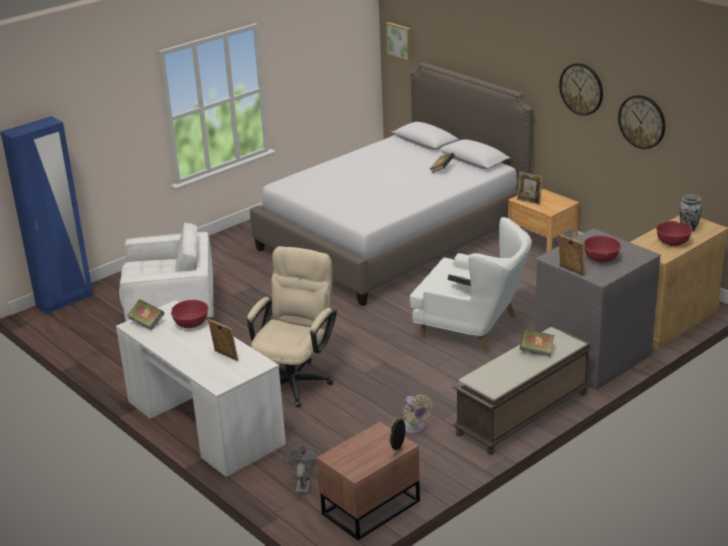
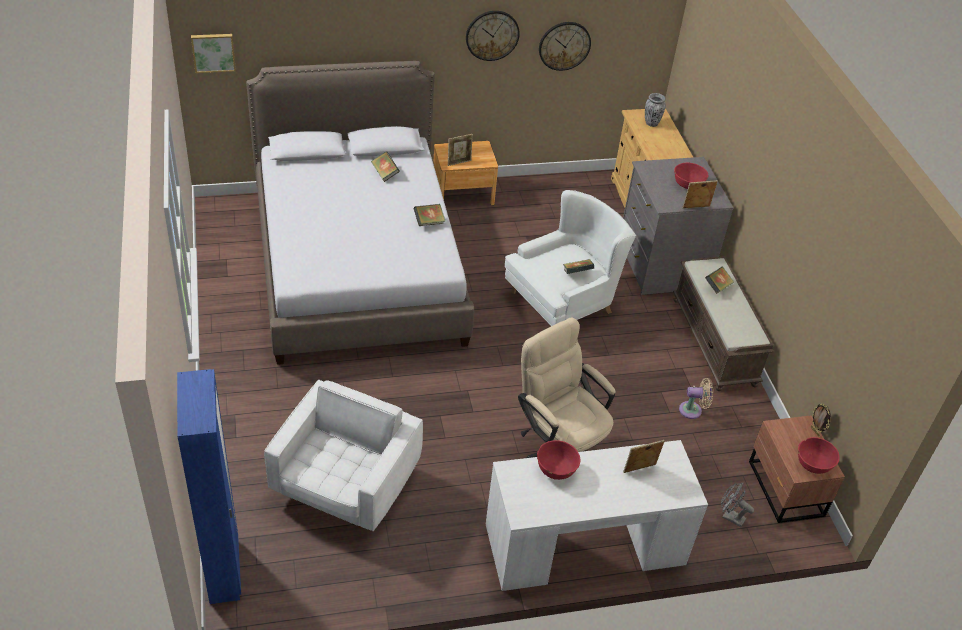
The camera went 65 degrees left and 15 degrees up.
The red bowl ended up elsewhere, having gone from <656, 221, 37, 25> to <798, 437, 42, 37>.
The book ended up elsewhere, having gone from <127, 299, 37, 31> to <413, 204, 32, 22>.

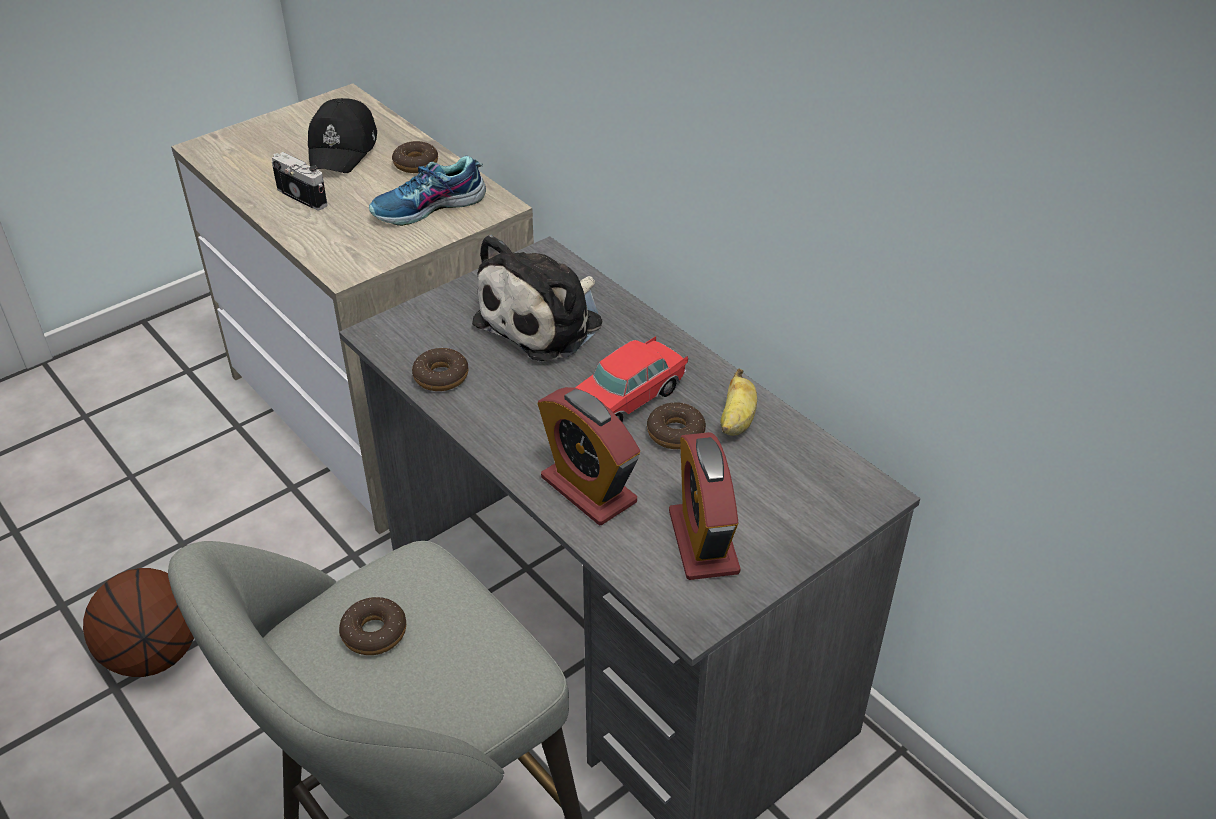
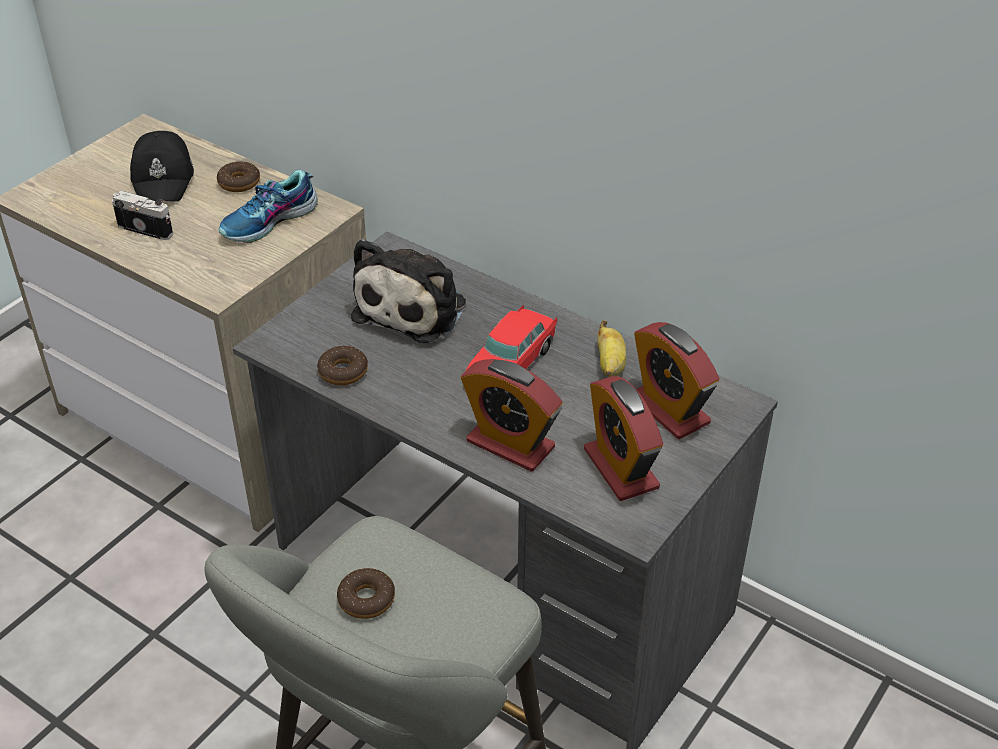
The camera went 15 degrees left and 0 degrees up.
The second view lost the donut at <647, 402, 59, 47>.
The second view lost the basketball at <83, 568, 111, 109>.
The second view gained the alarm clock at <634, 322, 86, 117>.

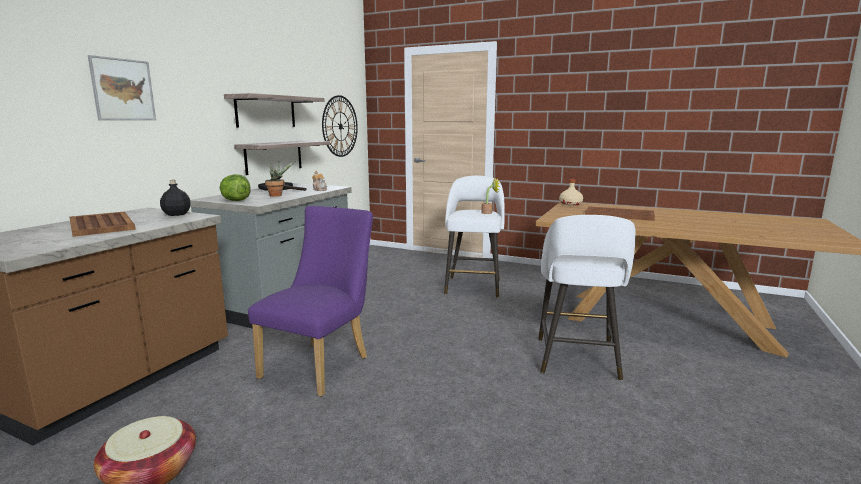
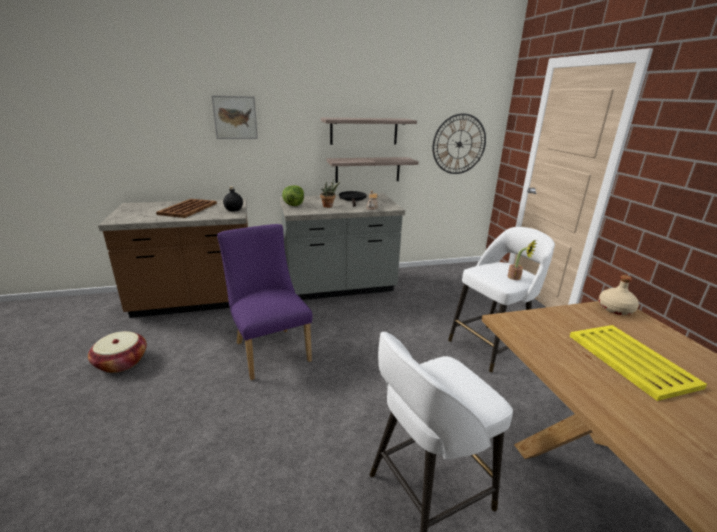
The camera went 50 degrees right and 10 degrees up.
The purple chair at <248, 206, 125, 191> ended up facing another way, 105 degrees counterclockwise from before.
What was the brown tray at <585, 207, 70, 14> turned into the yellow tray at <570, 325, 137, 76>.

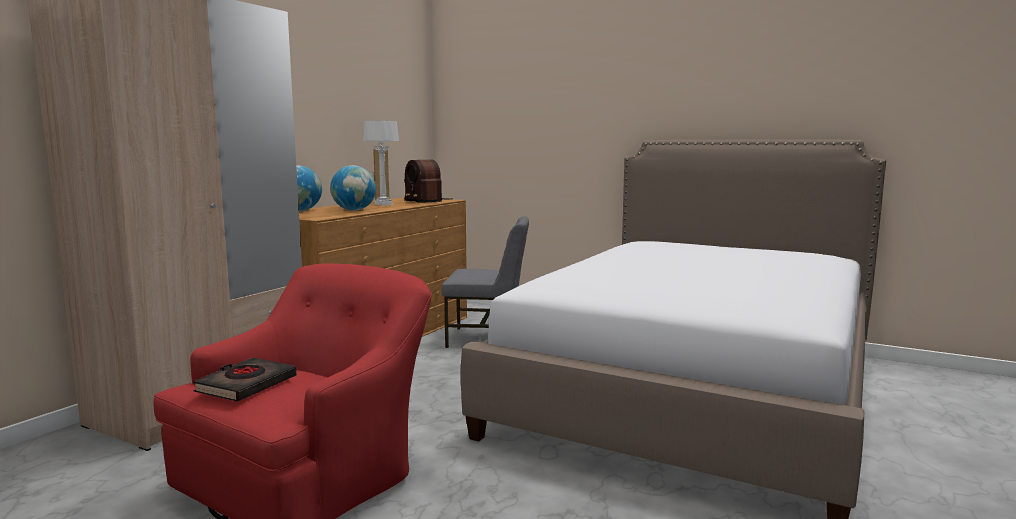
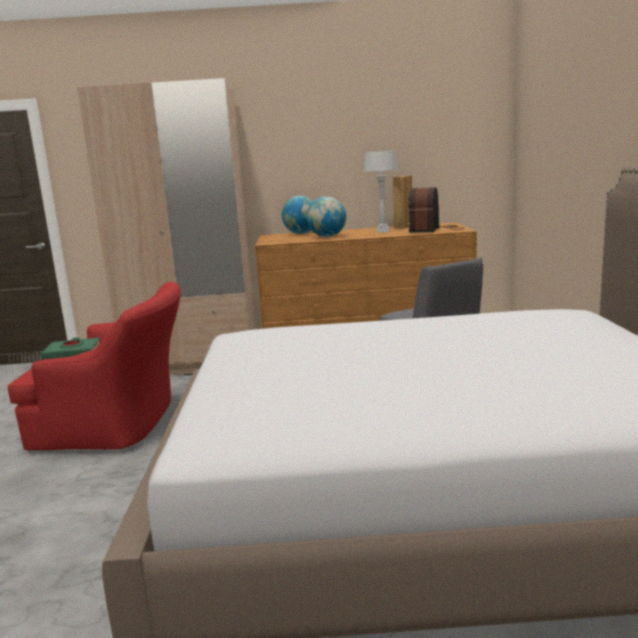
The camera went 60 degrees right and 5 degrees up.
What was the black book at <193, 358, 103, 44> turned into the green book at <41, 337, 59, 22>.

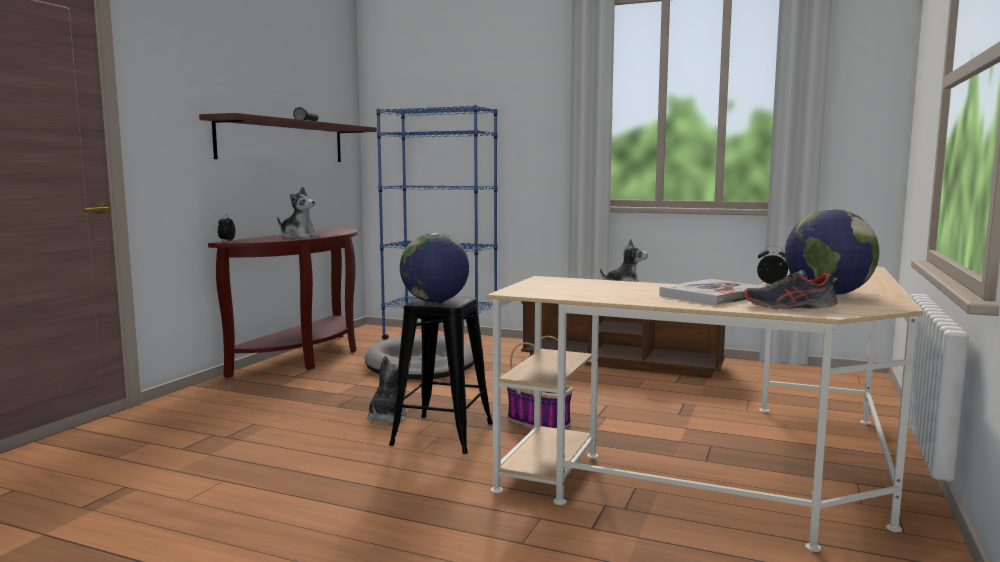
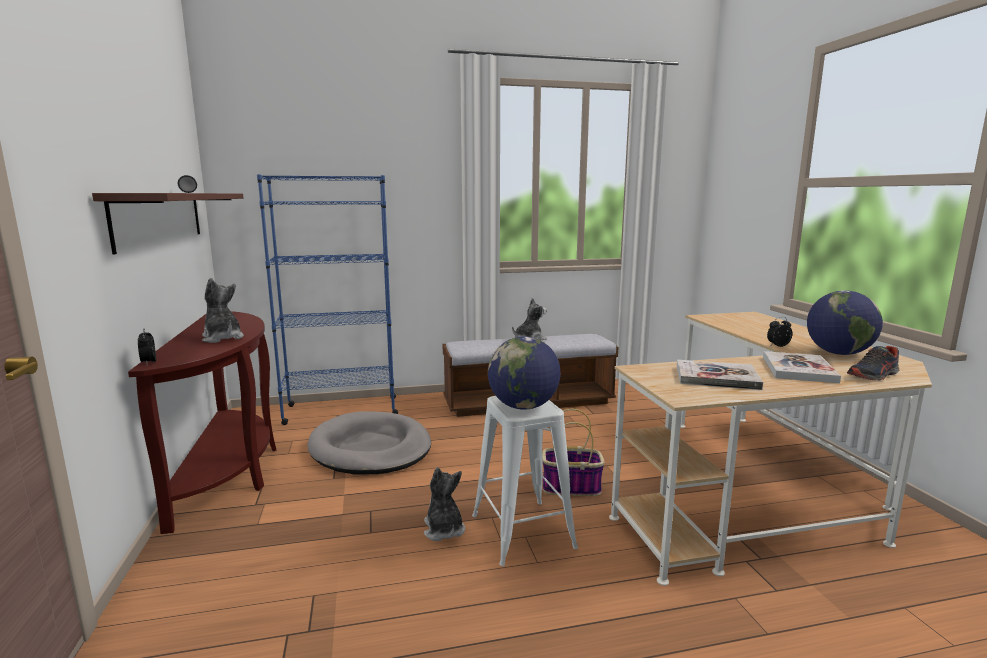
The camera went 35 degrees left and 5 degrees up.
The plush toy at <277, 187, 43, 51> ended up facing another way, 120 degrees counterclockwise from before.
What was the black stool at <389, 297, 104, 157> turned into the white stool at <472, 396, 106, 170>.
The second view gained the book at <677, 360, 86, 30>.

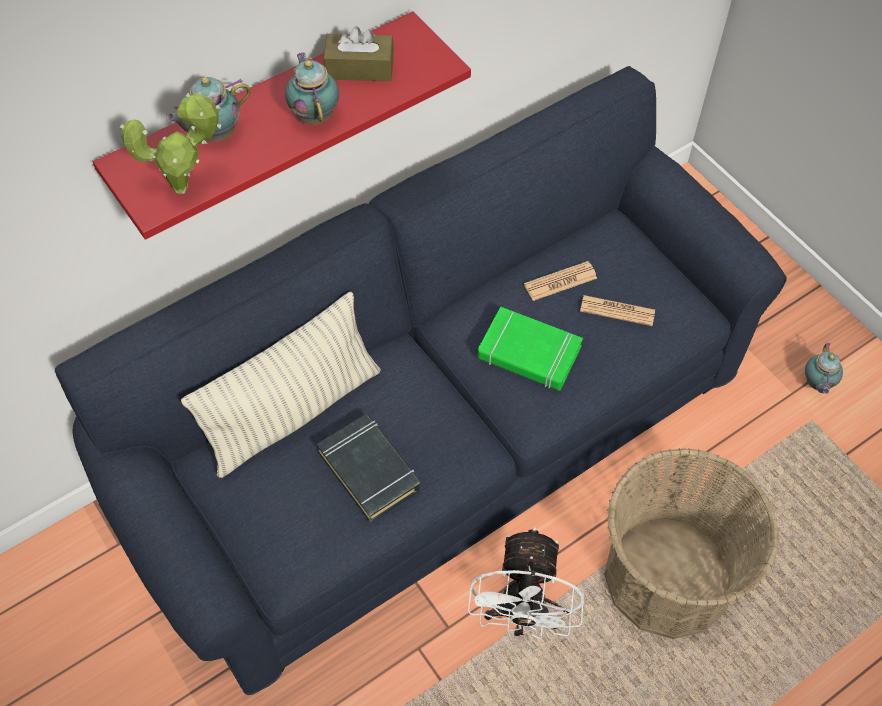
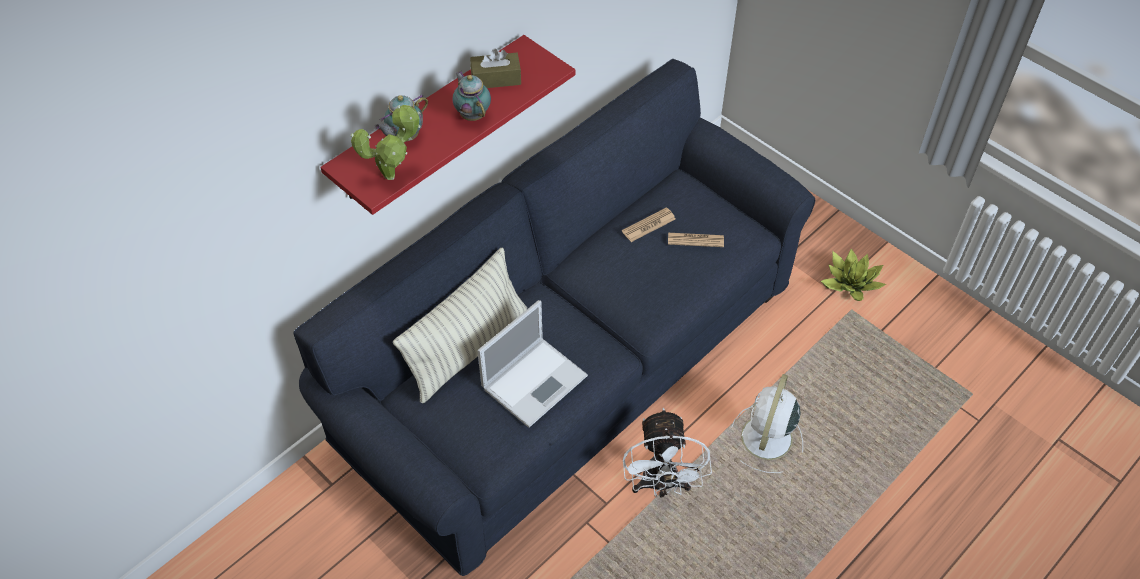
The camera went 10 degrees left and 5 degrees down.
The second view lost the green book at <478, 307, 105, 84>.
Where the teapot stood at <805, 343, 38, 51>, the potted plant came to stand at <821, 249, 65, 52>.
Where the black book stood at <316, 414, 105, 109>, the laptop came to stand at <477, 300, 111, 128>.
Where the basket stood at <604, 448, 175, 191>, the white fan came to stand at <731, 374, 72, 99>.

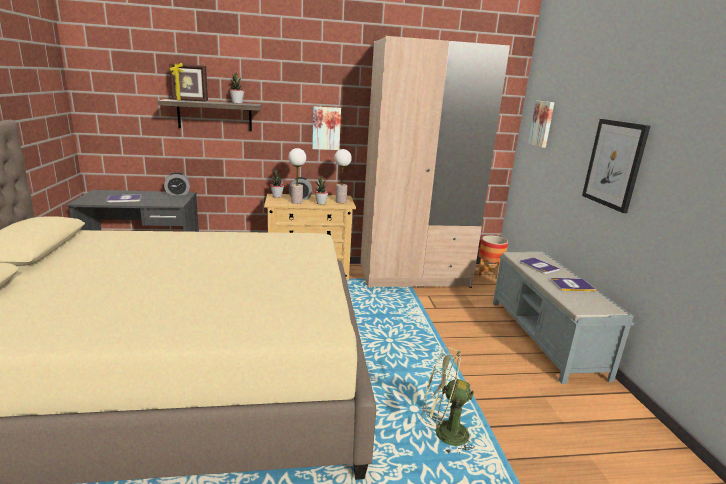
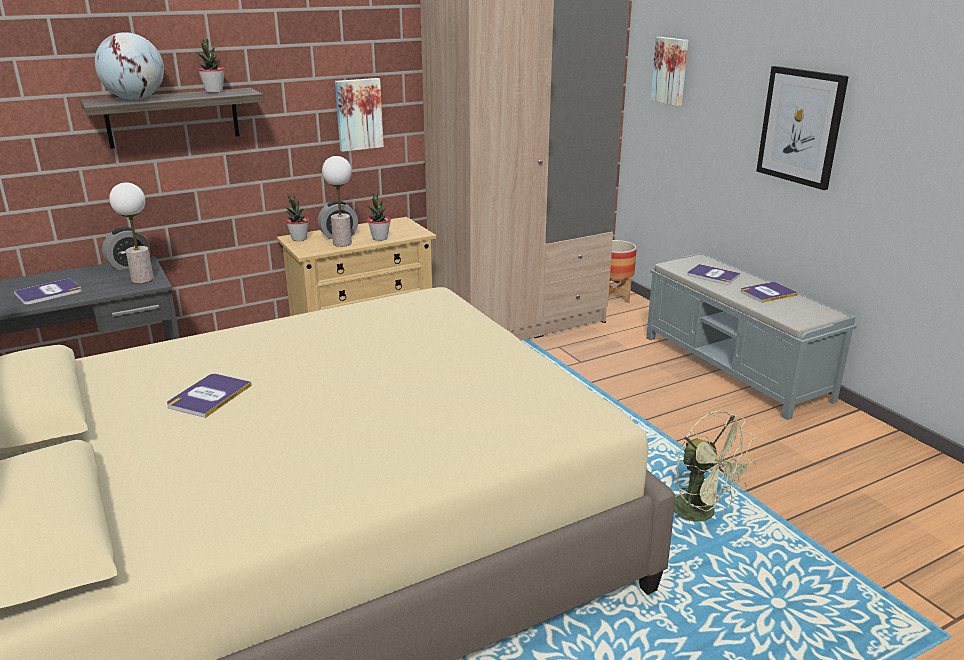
The camera went 20 degrees left and 5 degrees up.
Where the picture frame stood at <169, 63, 39, 39>, the globe came to stand at <95, 32, 69, 68>.
The table lamp ended up elsewhere, having gone from <334, 149, 18, 54> to <109, 182, 45, 101>.
The green fan at <422, 347, 52, 108> ended up facing another way, 120 degrees counterclockwise from before.
The second view gained the book at <167, 374, 85, 44>.

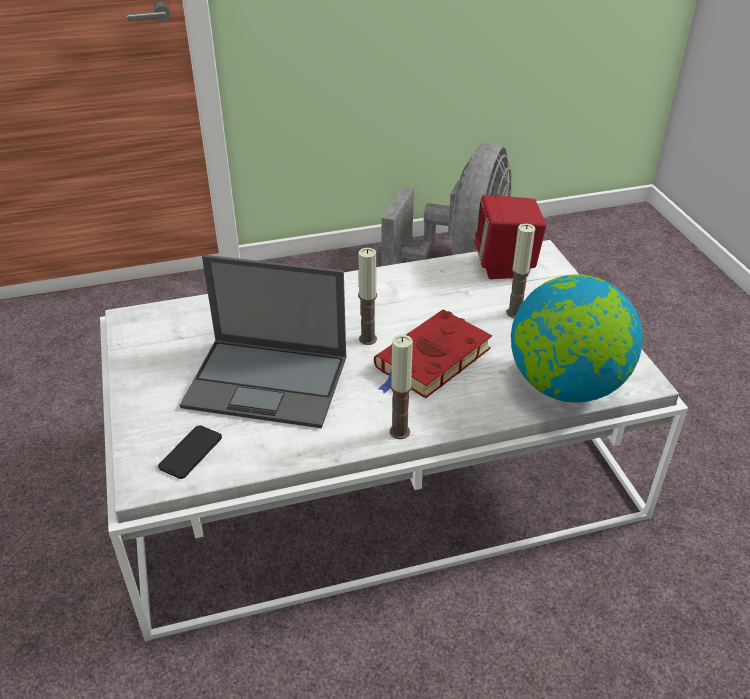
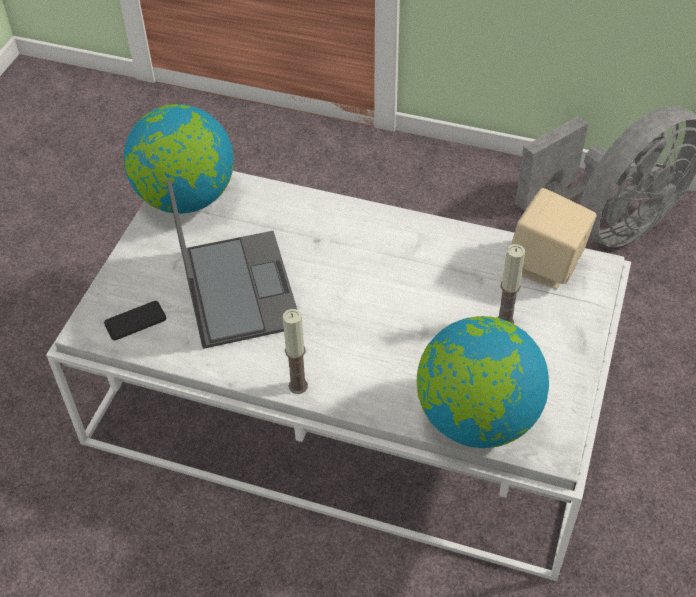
The camera went 35 degrees right and 10 degrees up.
What was the red speaker at <473, 195, 73, 84> turned into the beige speaker at <511, 188, 85, 101>.
The second view lost the candle at <358, 248, 19, 97>.
The laptop at <180, 255, 167, 173> ended up facing another way, 150 degrees counterclockwise from before.
The second view lost the red book at <374, 310, 118, 88>.
The second view gained the globe at <124, 104, 110, 110>.

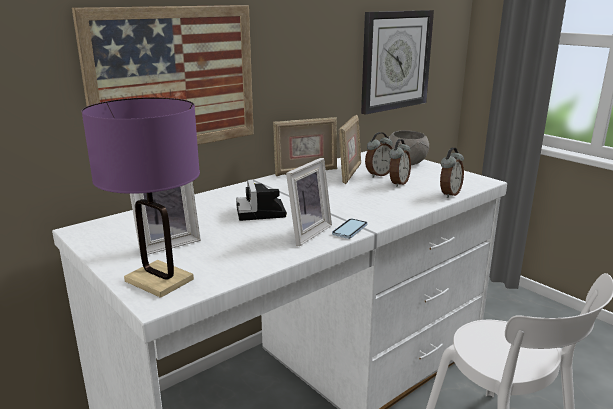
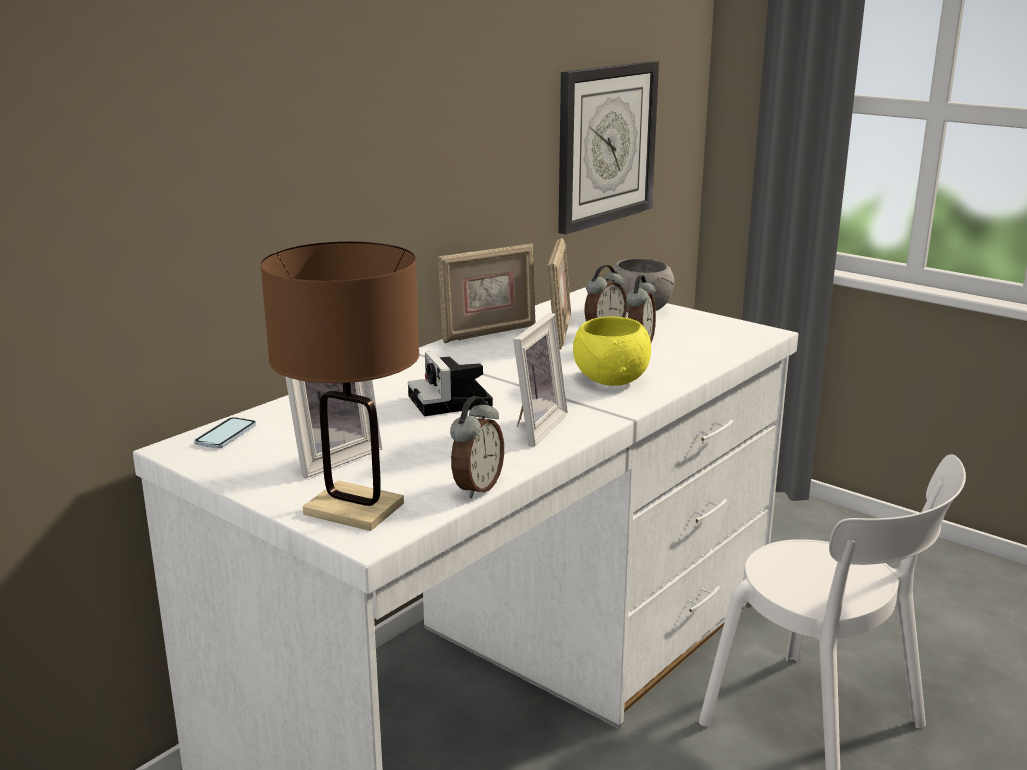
The camera went 10 degrees left and 0 degrees up.
The second view lost the picture at <72, 5, 182, 140>.
What was the purple table lamp at <82, 97, 118, 201> turned into the brown table lamp at <260, 241, 160, 290>.
The alarm clock ended up elsewhere, having gone from <440, 147, 24, 51> to <450, 396, 54, 103>.
The phone ended up elsewhere, having gone from <332, 219, 36, 20> to <194, 417, 62, 32>.
The second view gained the yellow bowl at <573, 317, 78, 69>.

